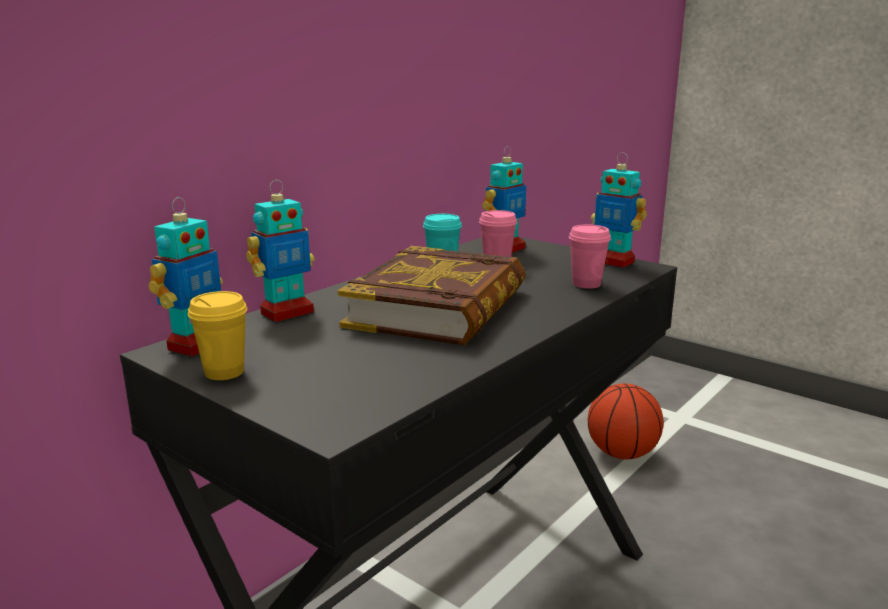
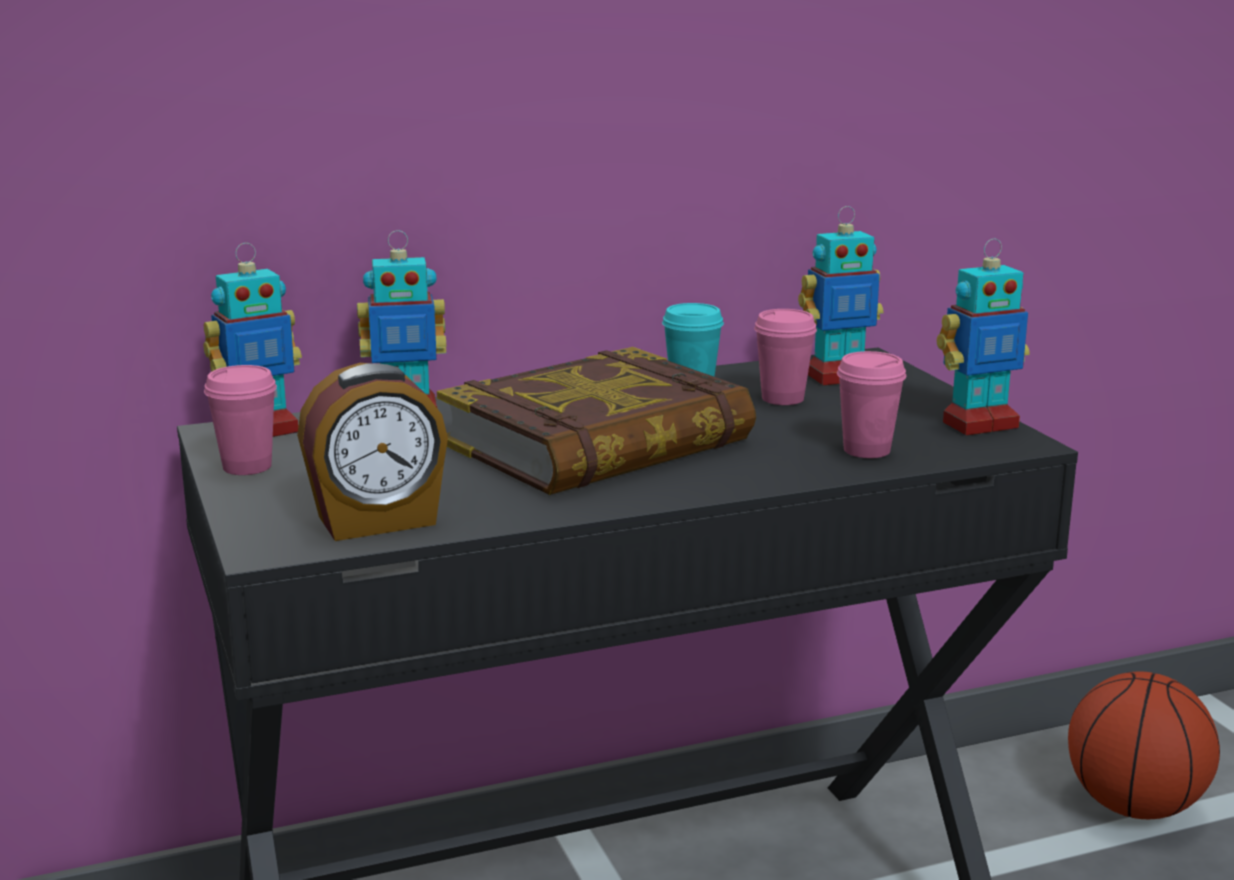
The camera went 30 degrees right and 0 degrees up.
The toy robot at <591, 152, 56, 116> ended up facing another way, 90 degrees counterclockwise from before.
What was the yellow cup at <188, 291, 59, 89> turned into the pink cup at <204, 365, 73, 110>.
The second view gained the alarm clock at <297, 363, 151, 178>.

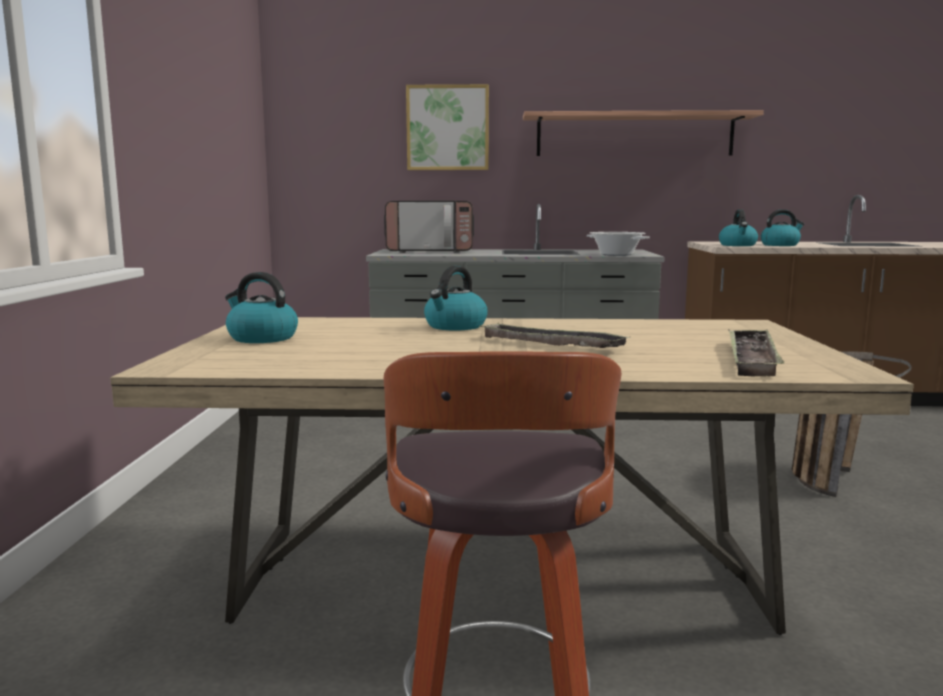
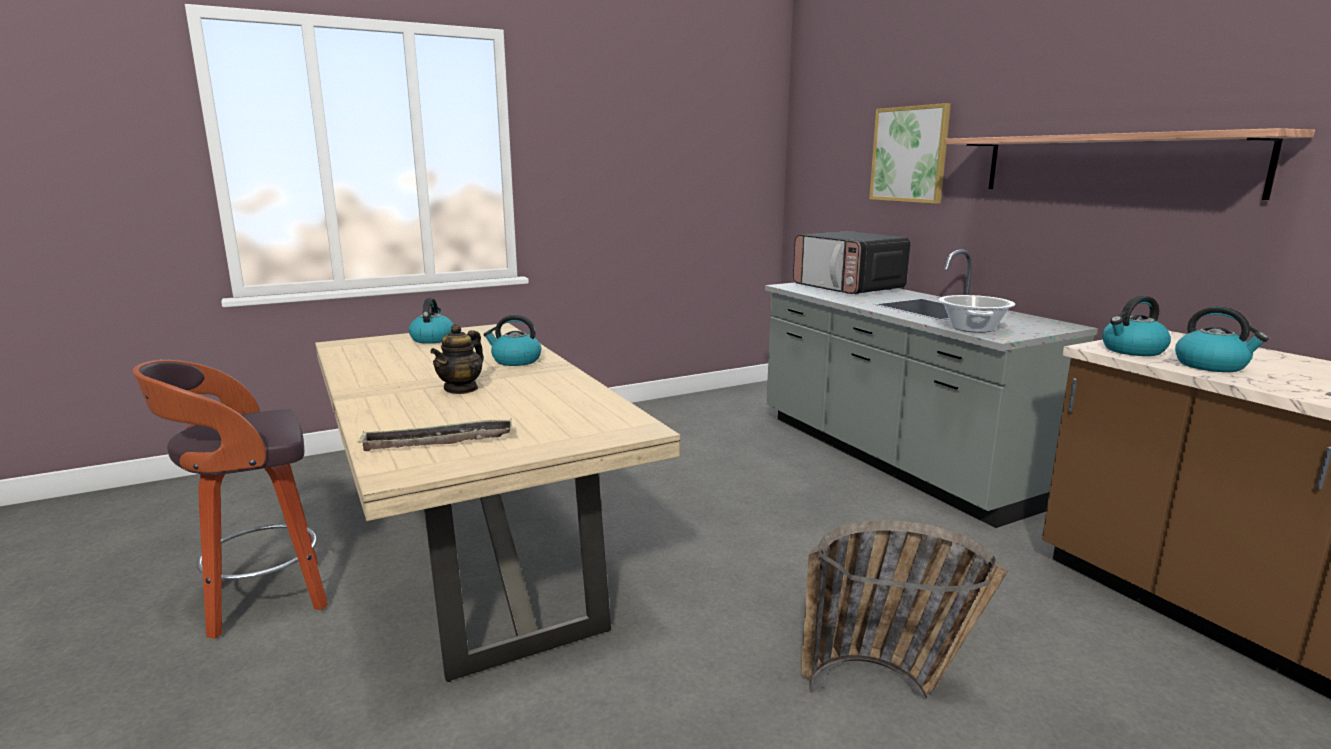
The camera went 60 degrees right and 5 degrees up.
Where the tray stood at <479, 322, 151, 26>, the teapot came to stand at <430, 324, 54, 70>.

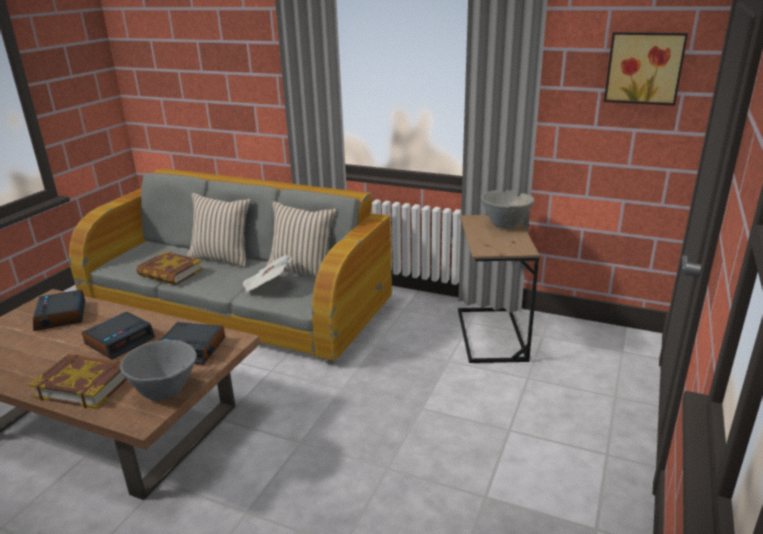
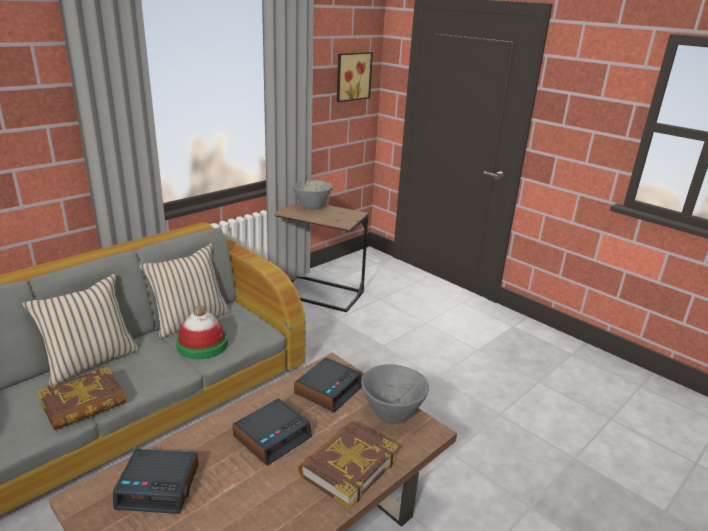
The camera went 70 degrees left and 0 degrees up.
Where the newspaper stood at <243, 255, 49, 38>, the hat came to stand at <176, 305, 52, 55>.
The alarm clock at <82, 312, 73, 48> ended up facing another way, 75 degrees clockwise from before.

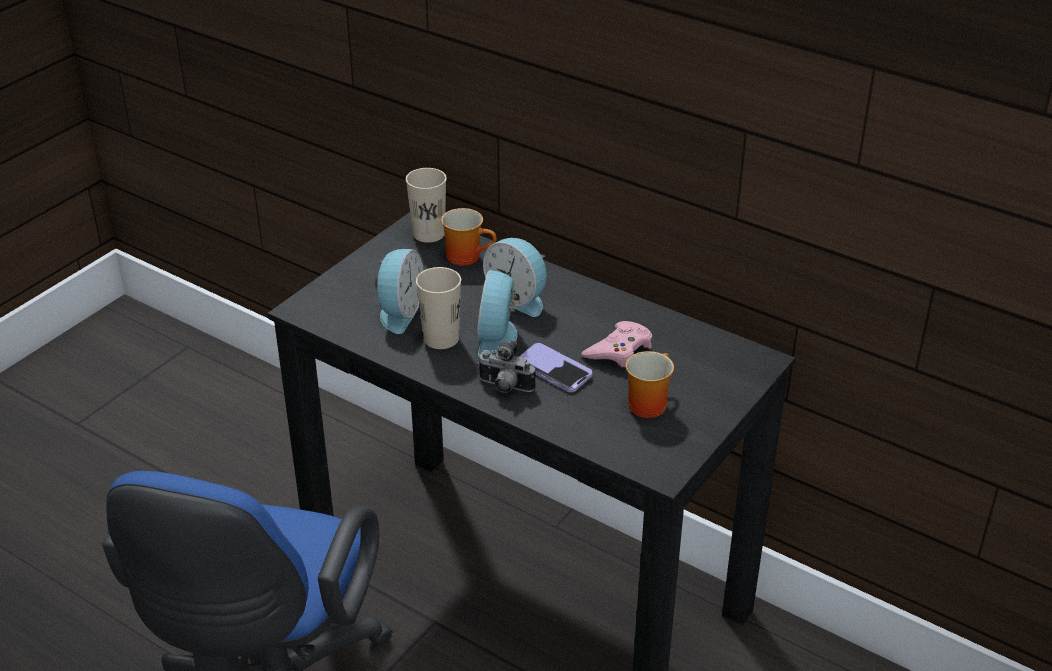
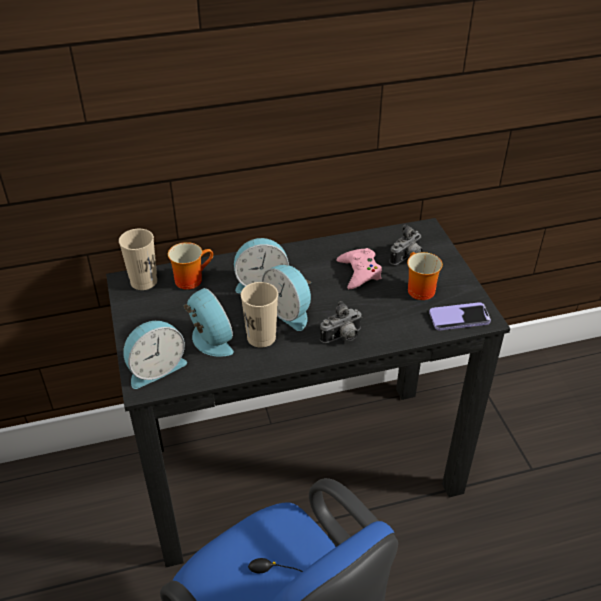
The camera went 50 degrees left and 5 degrees up.
The phone ended up elsewhere, having gone from <519, 343, 73, 50> to <429, 302, 62, 28>.
The second view gained the photo camera at <389, 225, 34, 40>.
The second view gained the alarm clock at <123, 321, 64, 68>.

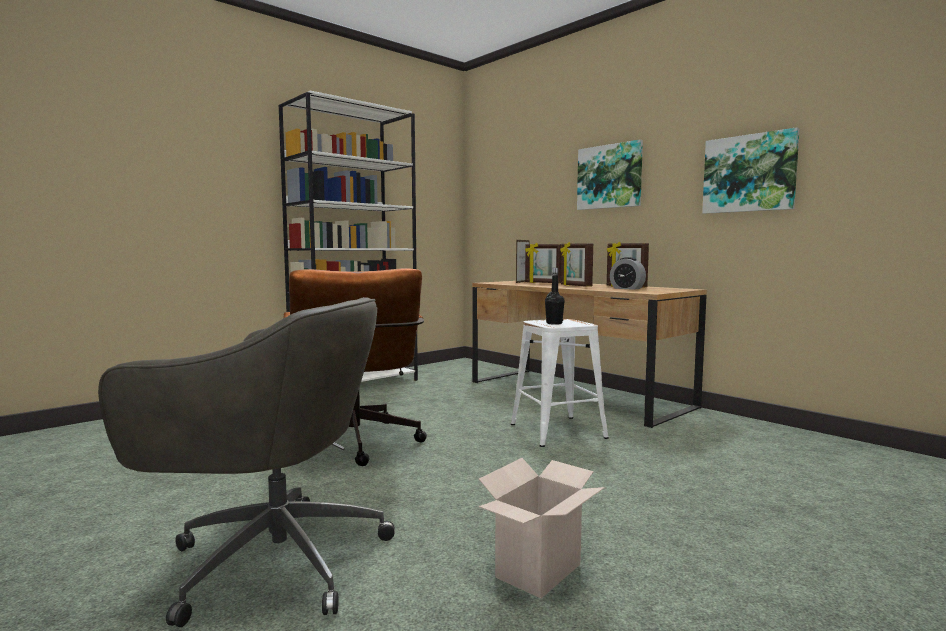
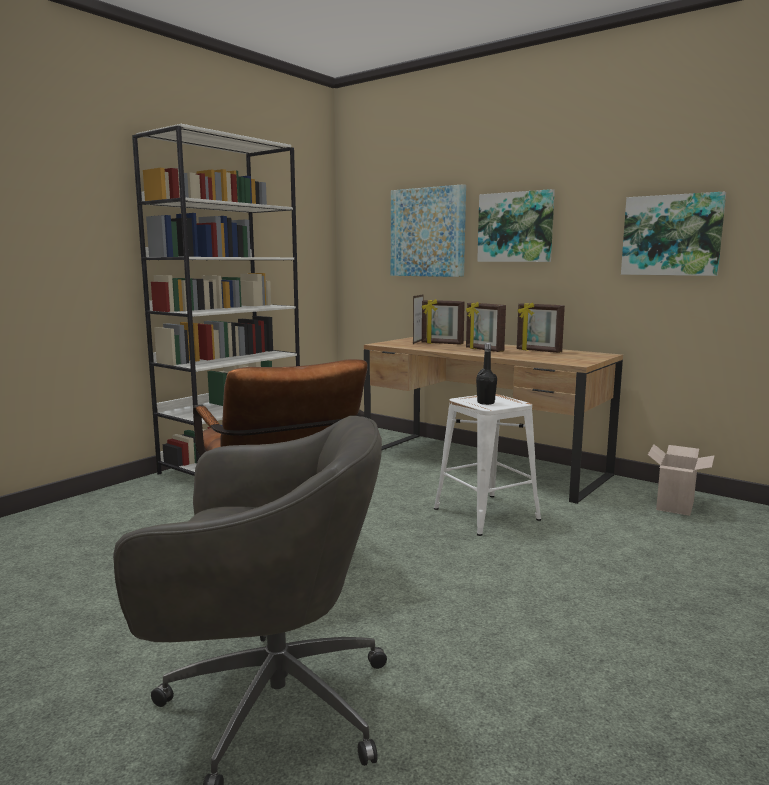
The camera went 10 degrees left and 5 degrees up.
The second view lost the alarm clock at <610, 257, 36, 33>.
The cardboard box ended up elsewhere, having gone from <479, 458, 126, 140> to <648, 444, 66, 72>.
The second view gained the picture at <391, 184, 75, 93>.

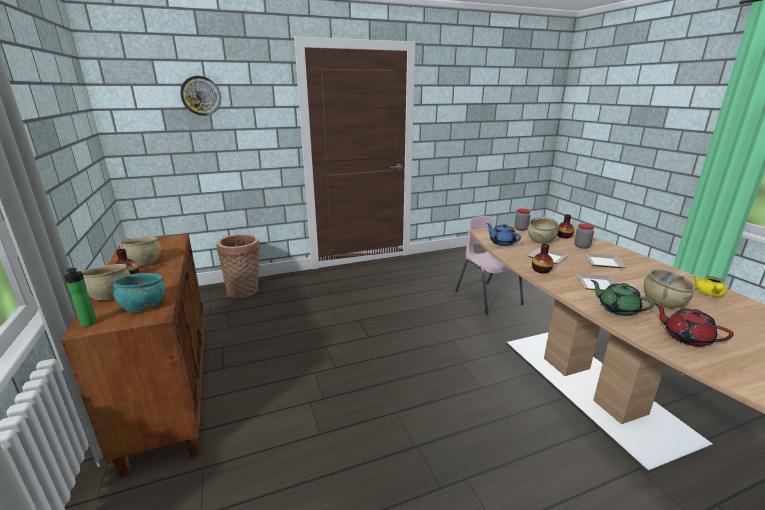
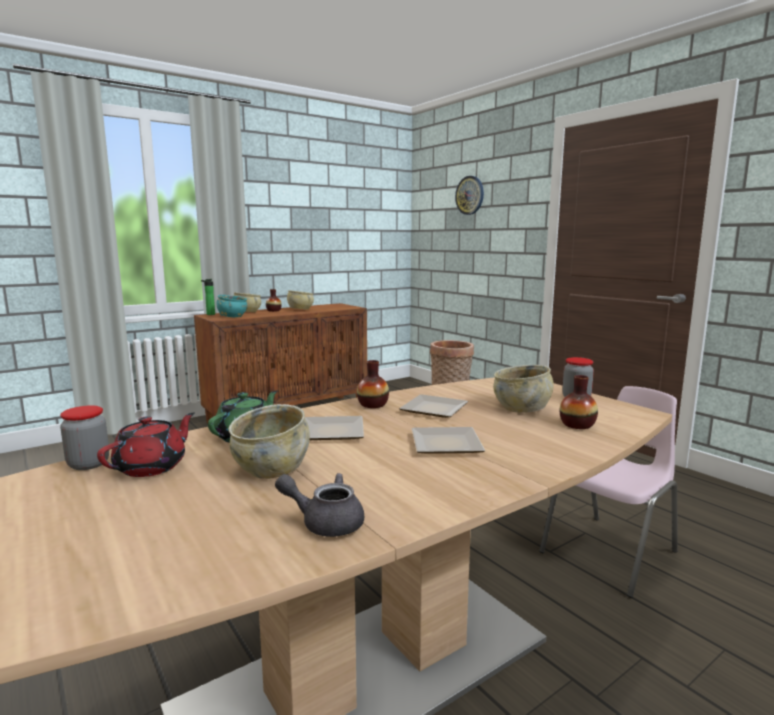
The camera went 75 degrees right and 10 degrees down.
The second view lost the blue teapot at <486, 223, 35, 23>.
The jar ended up elsewhere, having gone from <574, 223, 20, 26> to <60, 405, 49, 65>.
What was the yellow teapot at <693, 276, 34, 20> turned into the grey teapot at <275, 473, 89, 64>.

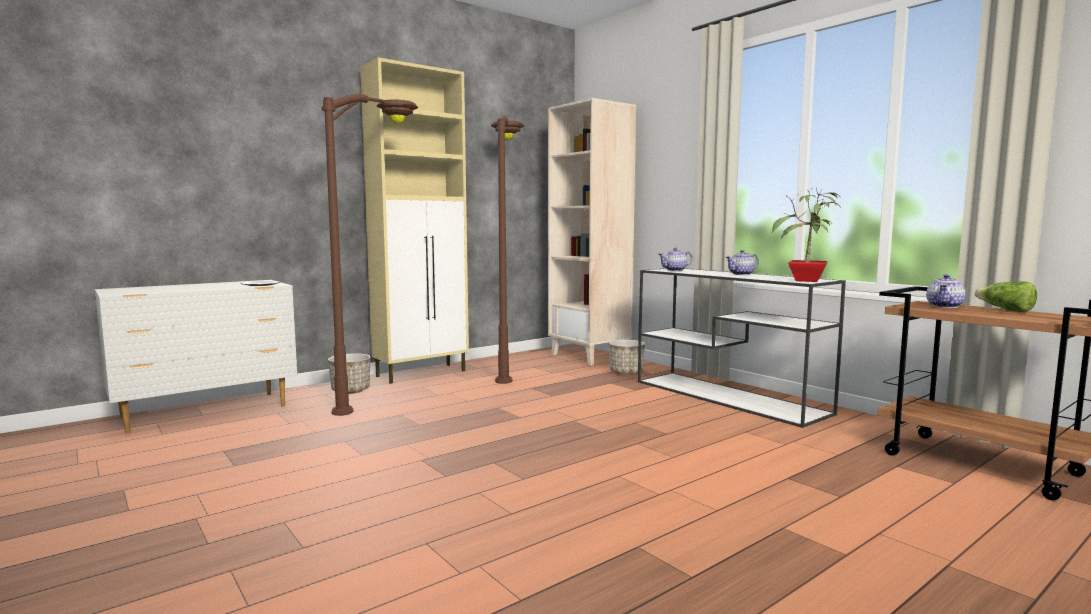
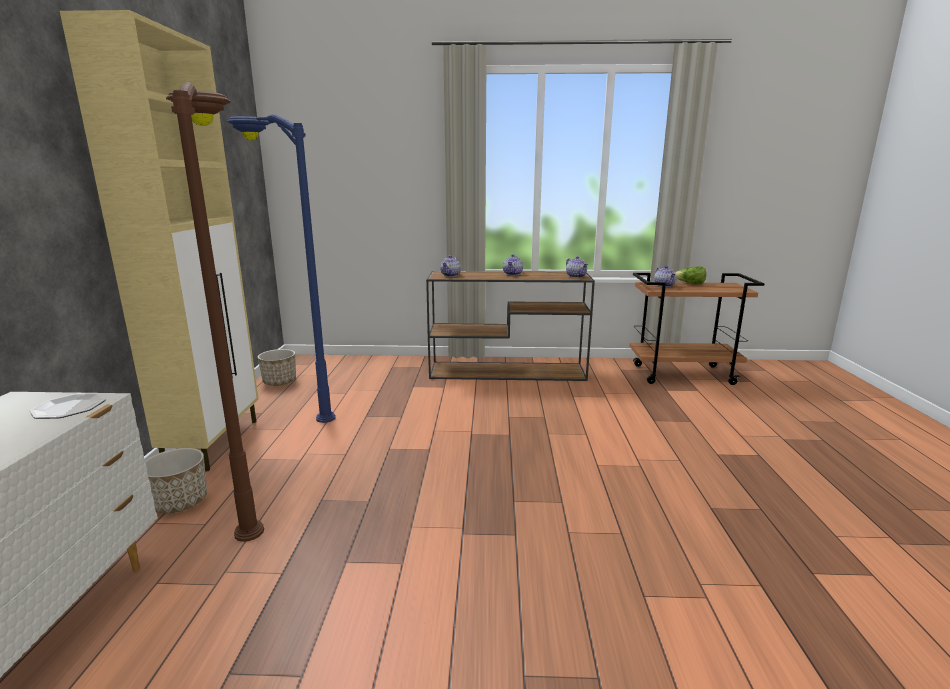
The camera went 50 degrees left and 10 degrees up.
The second view lost the beige bookcase at <548, 98, 88, 267>.
What was the brown floor lamp at <491, 116, 33, 268> turned into the blue floor lamp at <226, 114, 110, 309>.
Where the potted plant stood at <772, 189, 69, 93>, the teapot came to stand at <566, 256, 22, 22>.
What was the white console table at <638, 268, 208, 160> turned into the brown console table at <426, 271, 169, 110>.
The planter ended up elsewhere, having gone from <609, 340, 36, 35> to <258, 349, 38, 37>.

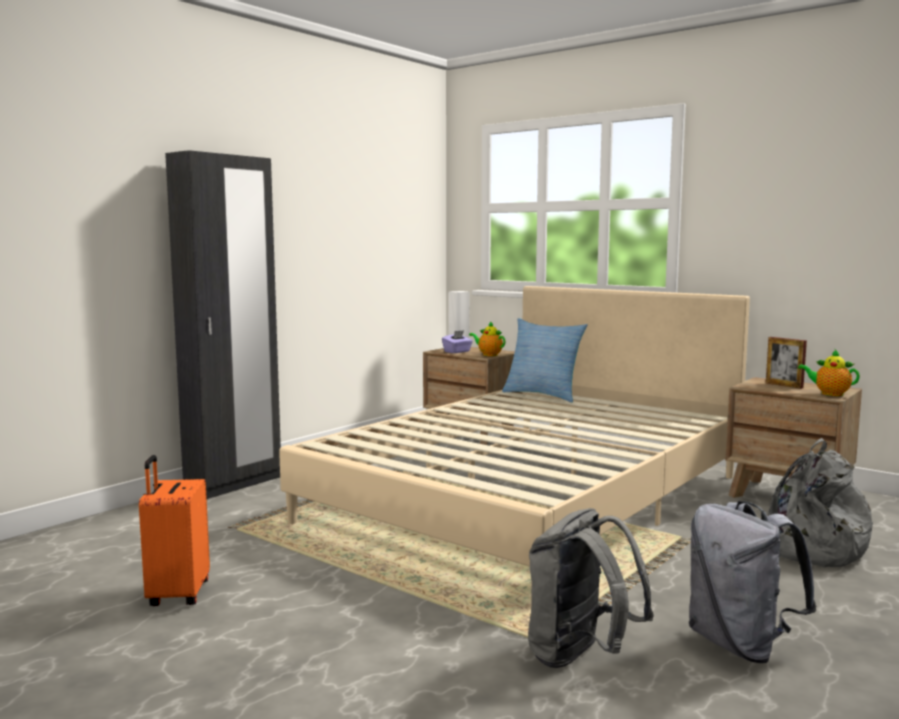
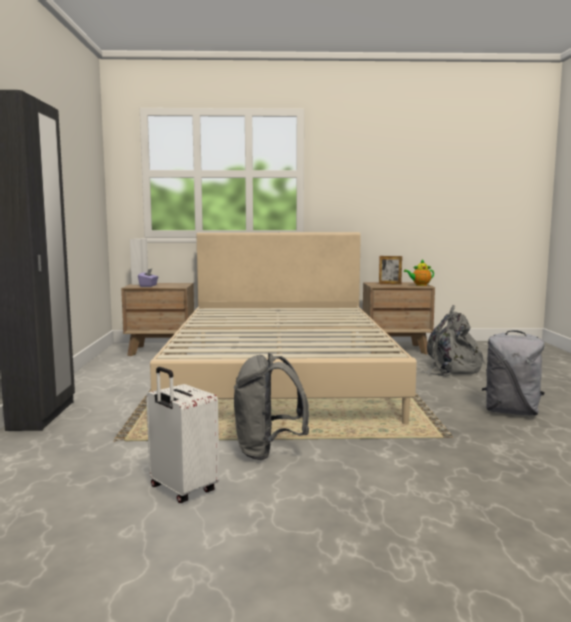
The camera went 40 degrees left and 0 degrees up.
The second view lost the pillow at <502, 318, 86, 84>.
The second view lost the teapot at <469, 321, 37, 35>.
What was the orange suitcase at <139, 455, 71, 151> turned into the white suitcase at <146, 367, 73, 136>.
The grey backpack ended up elsewhere, having gone from <528, 508, 126, 160> to <234, 353, 75, 107>.

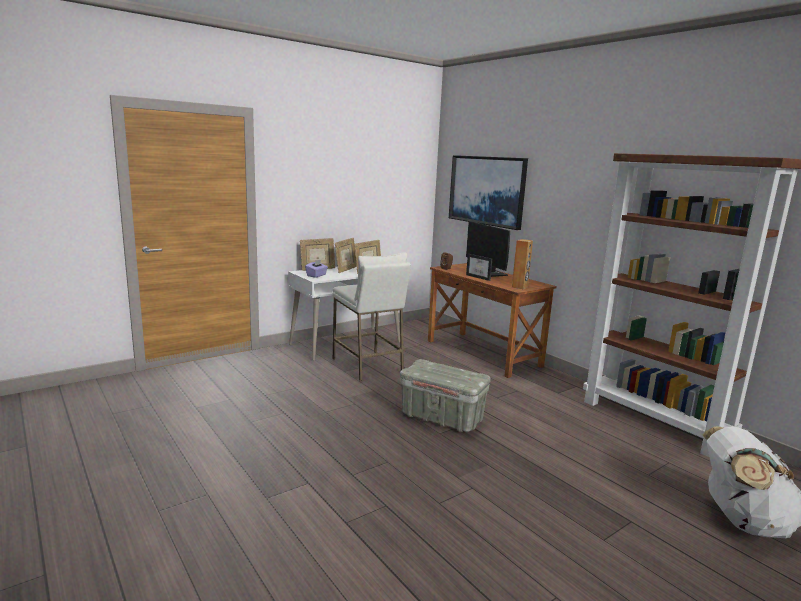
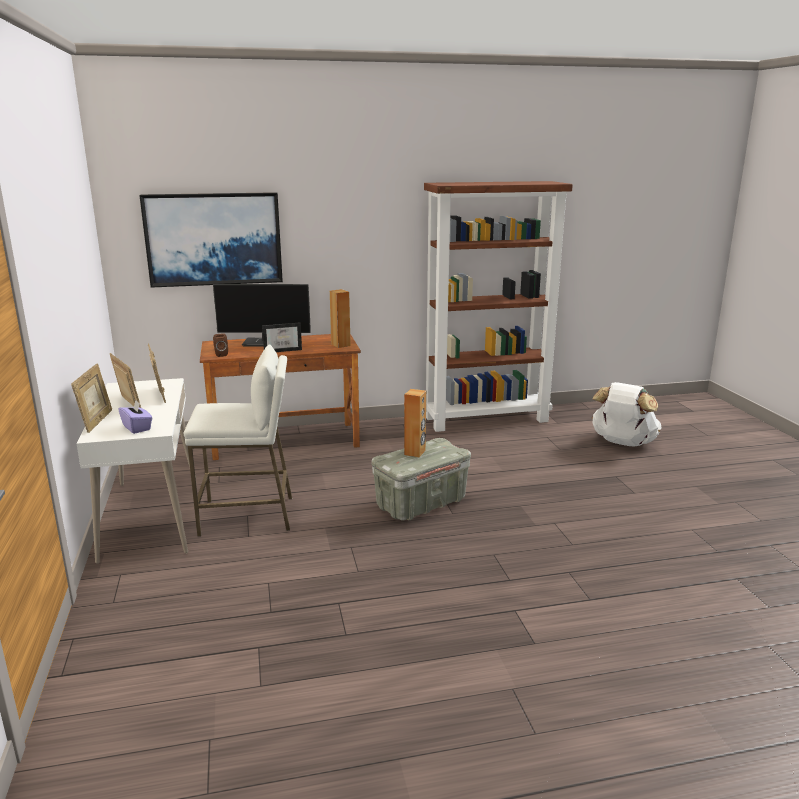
The camera went 65 degrees left and 5 degrees up.
The second view gained the brown speaker at <404, 389, 22, 69>.

